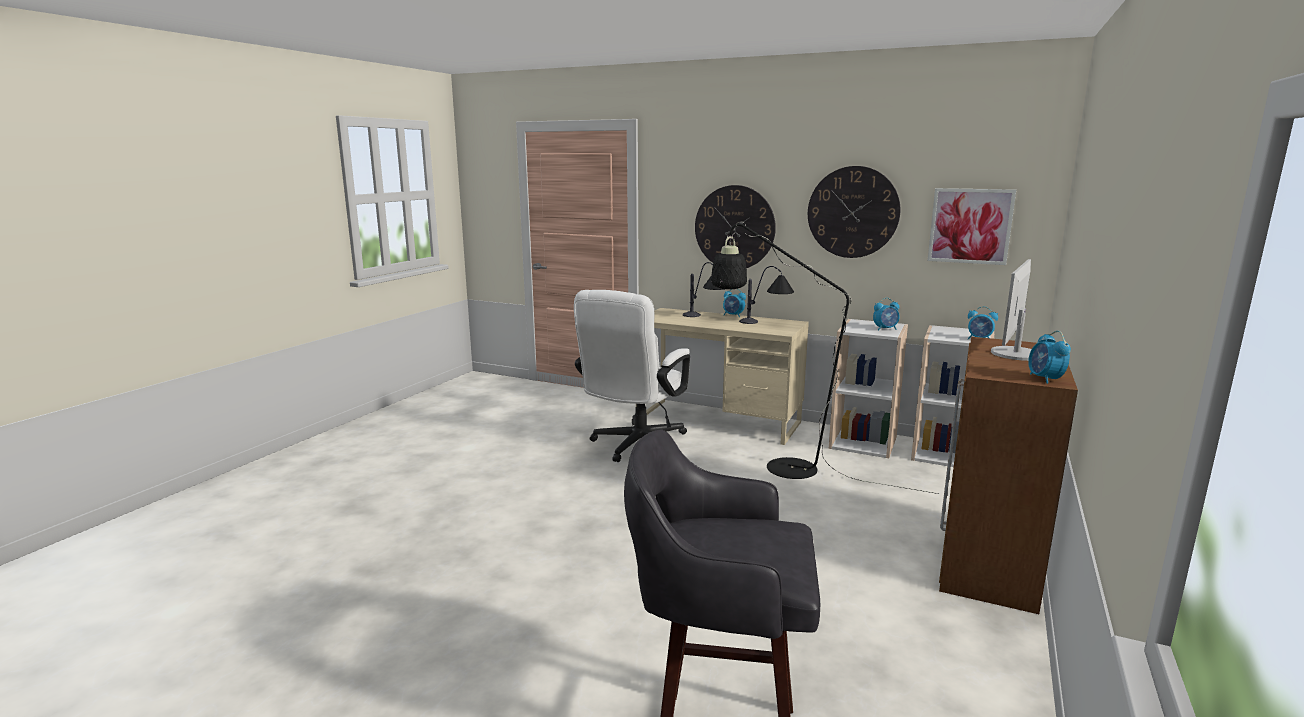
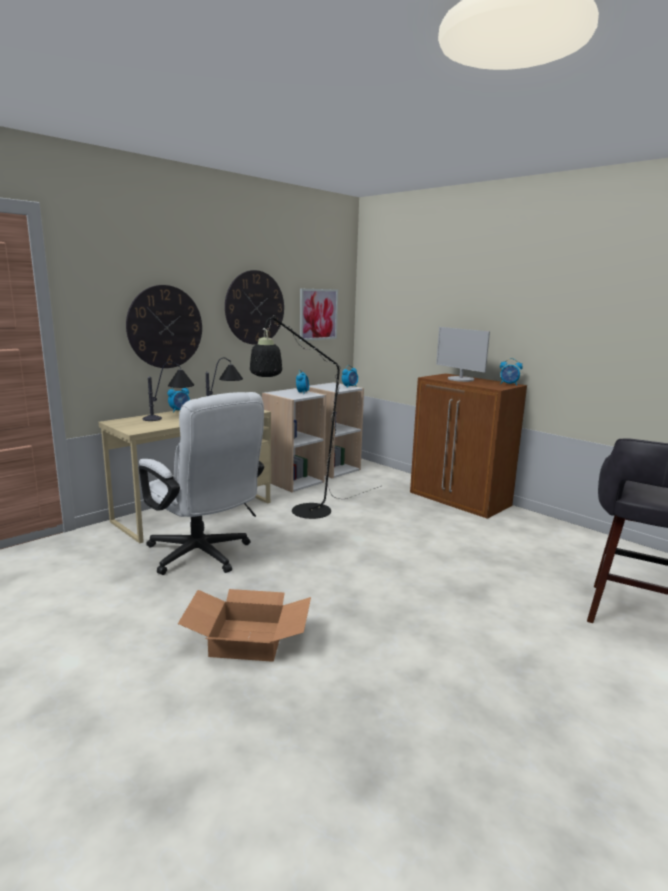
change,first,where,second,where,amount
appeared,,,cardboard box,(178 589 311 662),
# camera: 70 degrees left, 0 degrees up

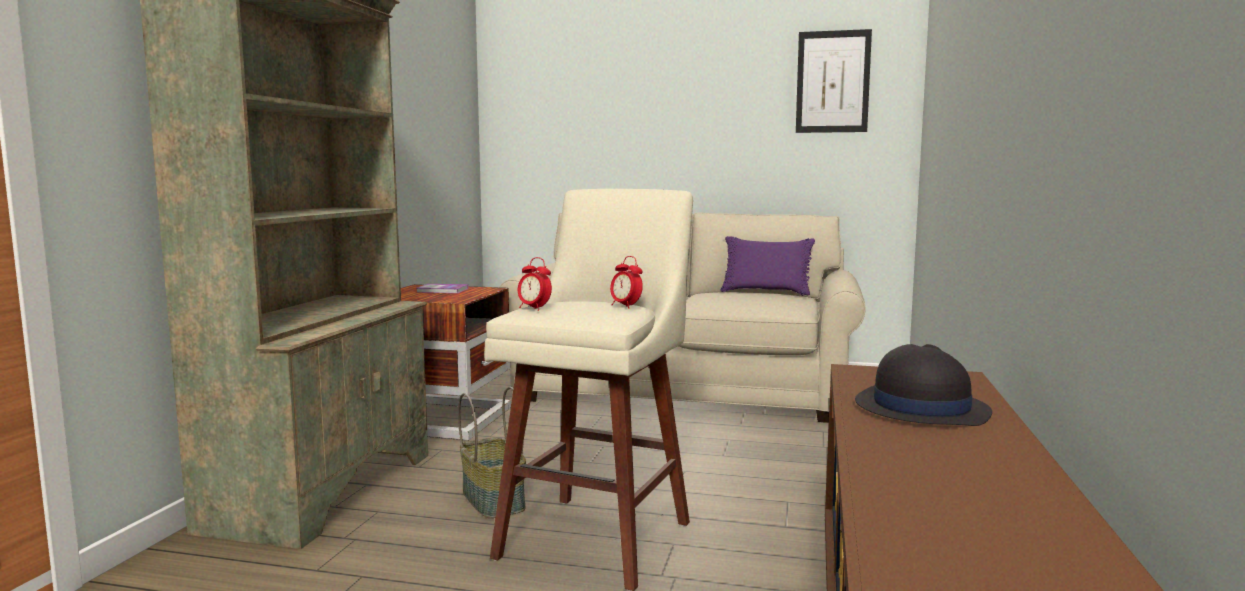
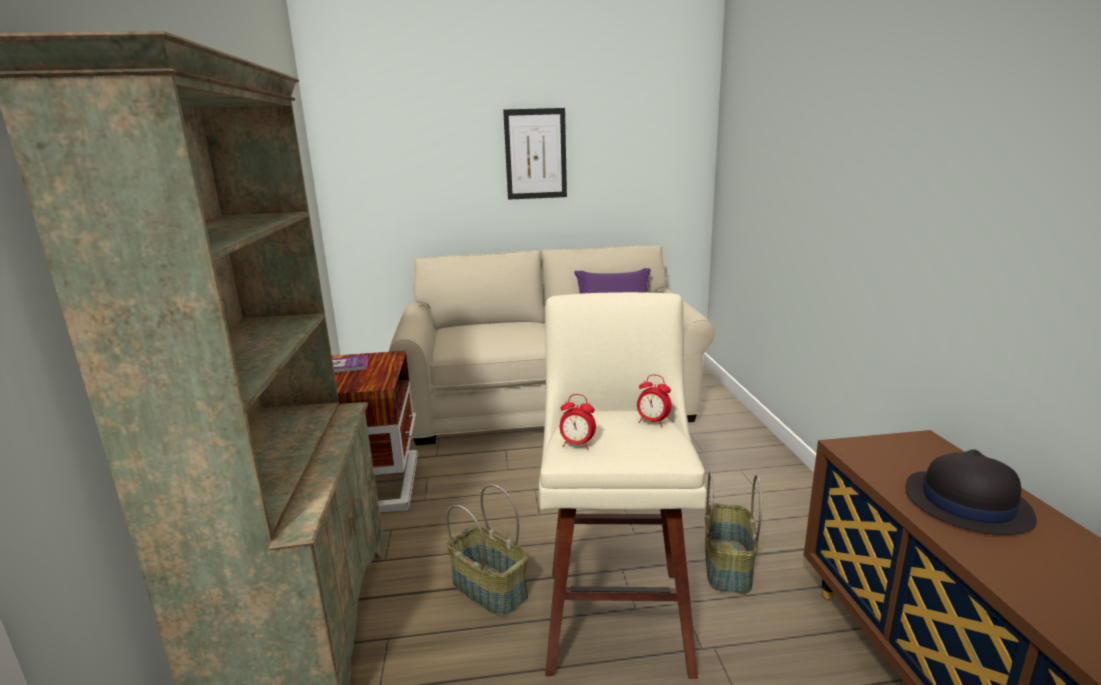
change,first,where,second,where,amount
appeared,,,basket,(705 471 762 594),
relocated,picture,(796 29 872 133),,(503 108 567 200),
# camera: 20 degrees left, 10 degrees up

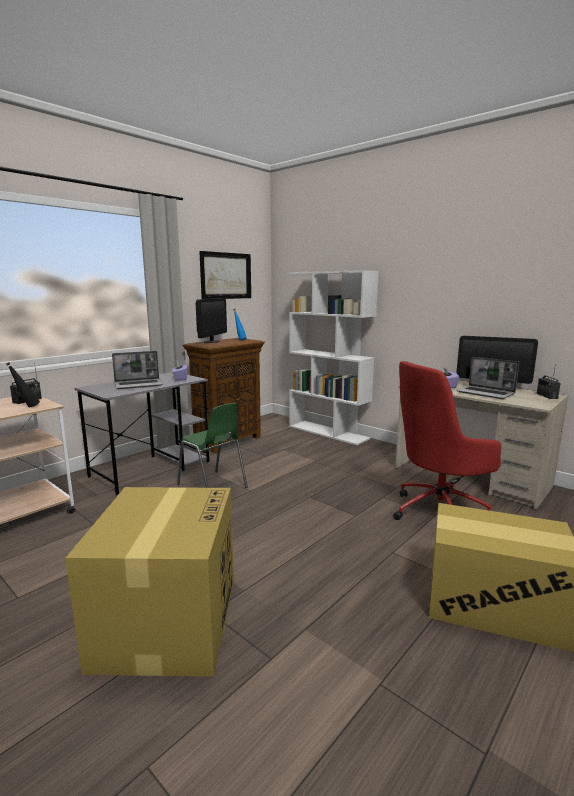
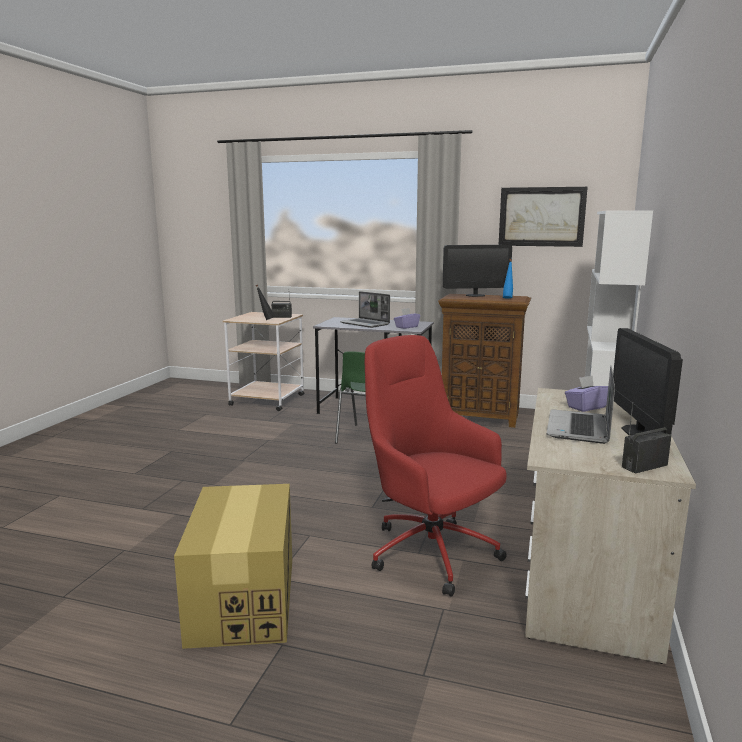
change,first,where,second,where,amount
missing,cardboard box,(65 487 234 677),,,
# camera: 65 degrees right, 0 degrees up

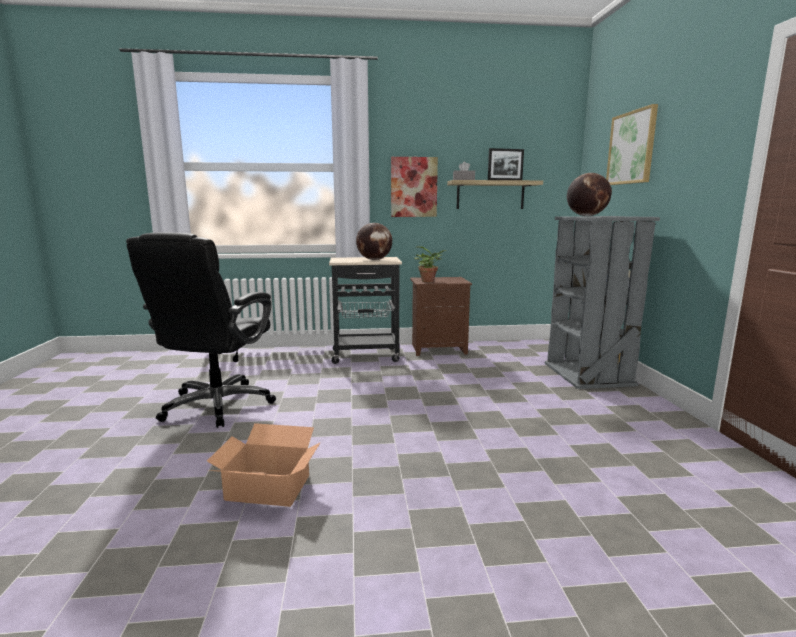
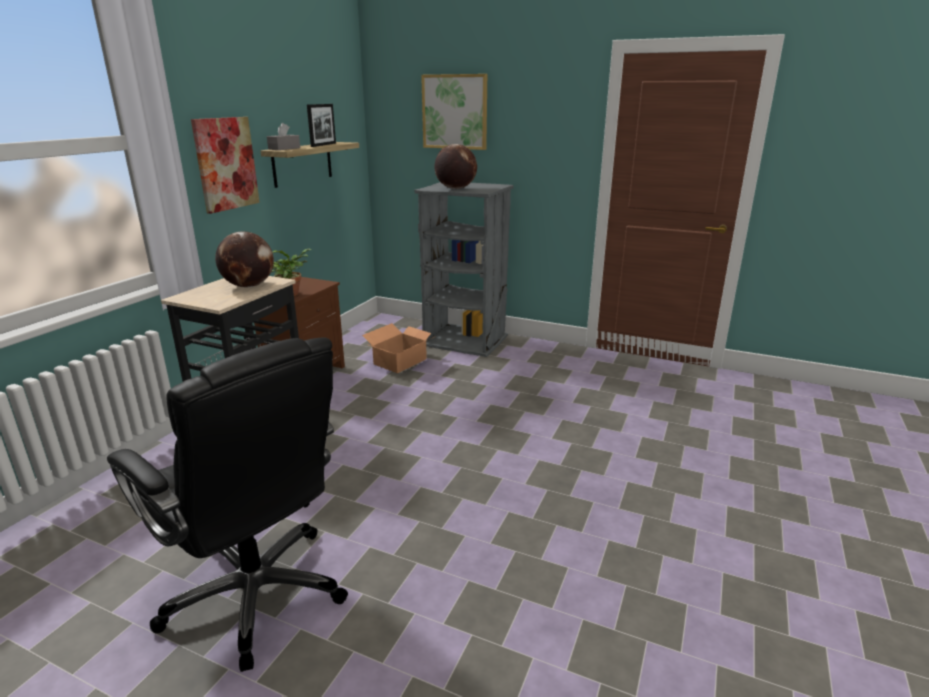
change,first,where,second,where,amount
relocated,cardboard box,(207 423 321 507),,(362 323 436 373),
# camera: 60 degrees left, 10 degrees up

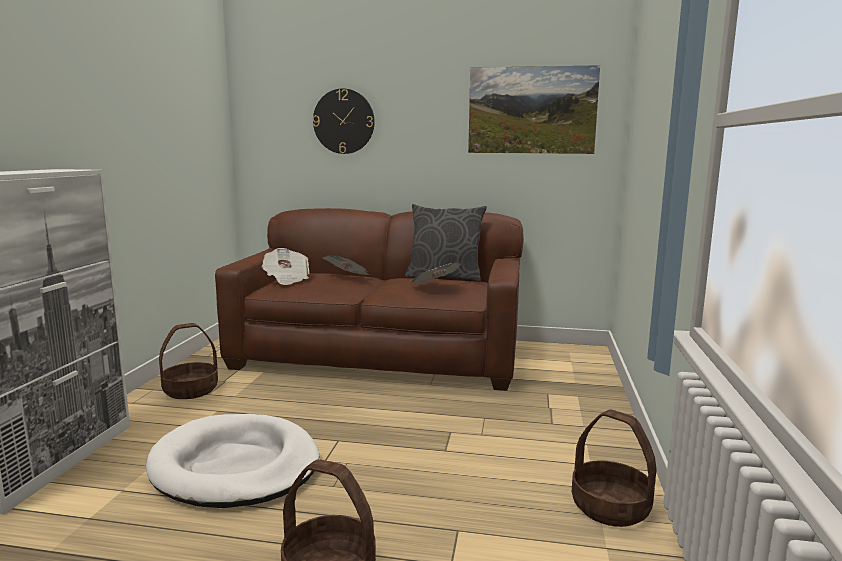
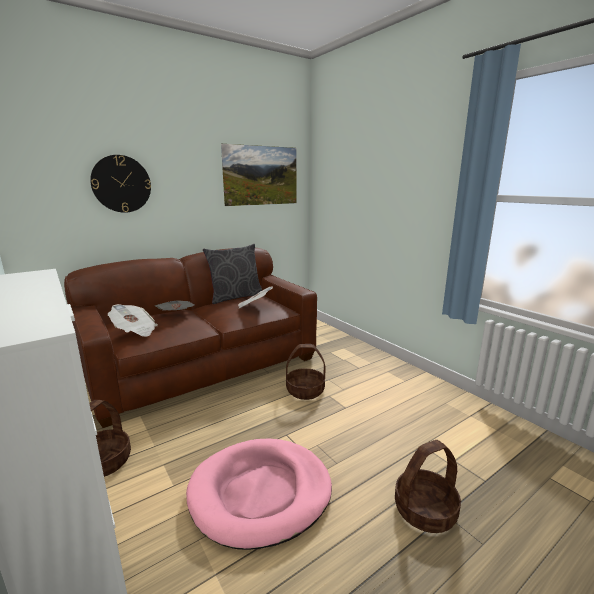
change,first,where,second,where,amount
relocated,basket,(572 410 657 527),,(286 344 326 400),
colour,dog bed in white,(146 414 319 508),dog bed in pink,(186 438 332 550),
# camera: 45 degrees left, 5 degrees up

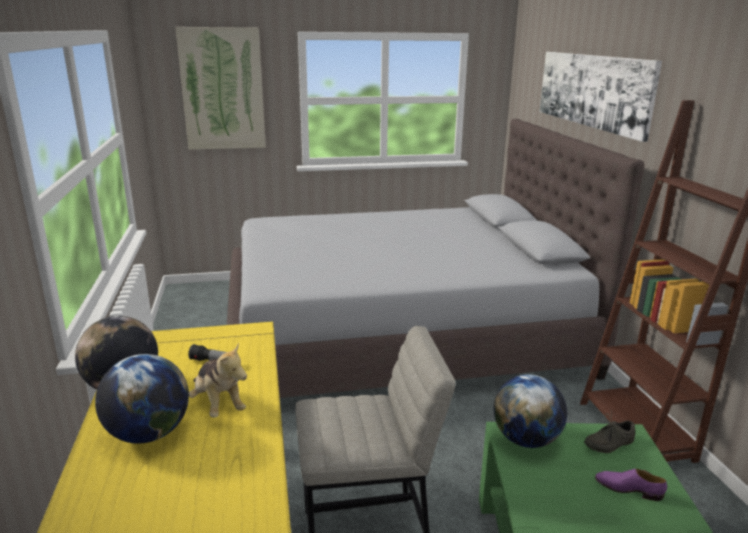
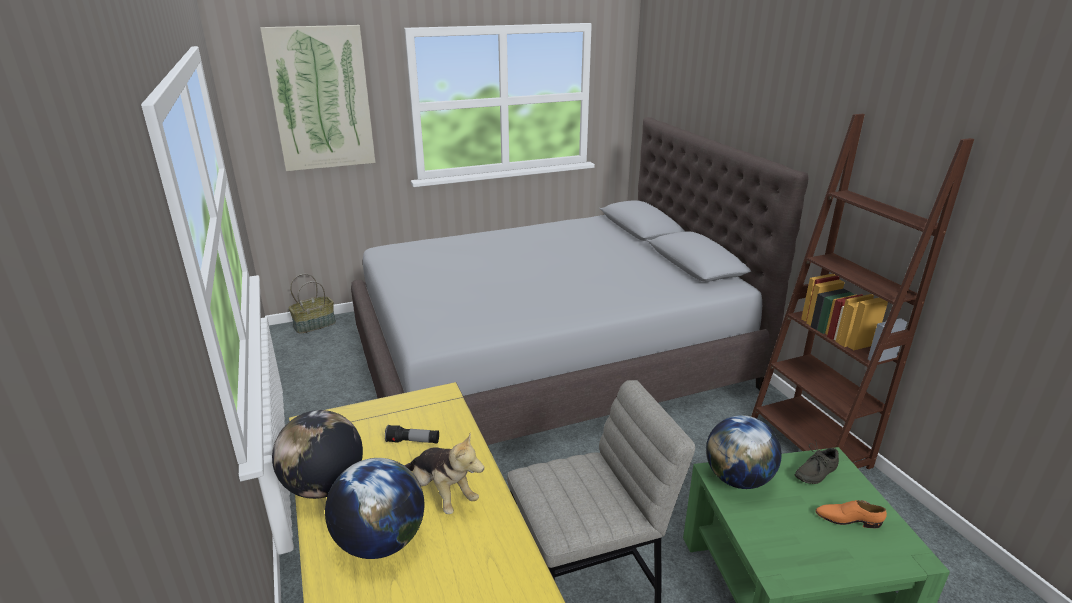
change,first,where,second,where,amount
missing,picture,(539 52 662 142),,,
appeared,,,basket,(289 274 336 334),
colour,shoe in purple,(595 469 667 501),shoe in orange,(816 500 887 528),
# camera: 10 degrees left, 5 degrees up

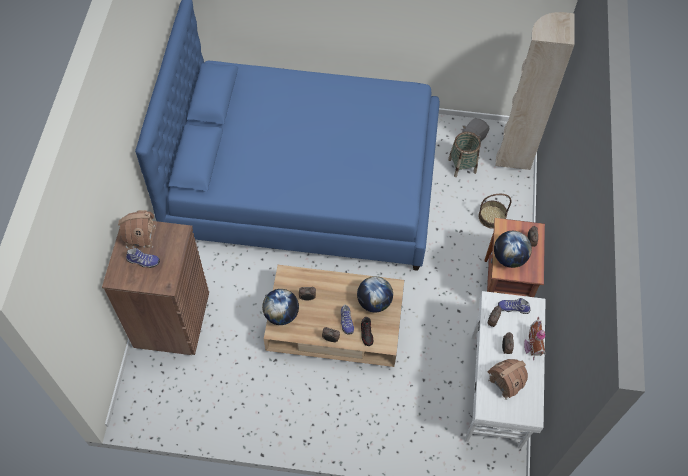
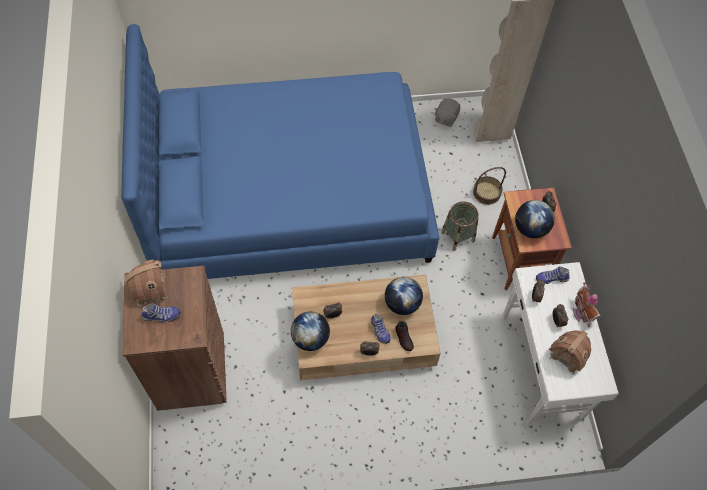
change,first,where,second,where,amount
relocated,basket,(448 132 481 177),,(441 201 478 251),
# camera: 15 degrees left, 0 degrees up

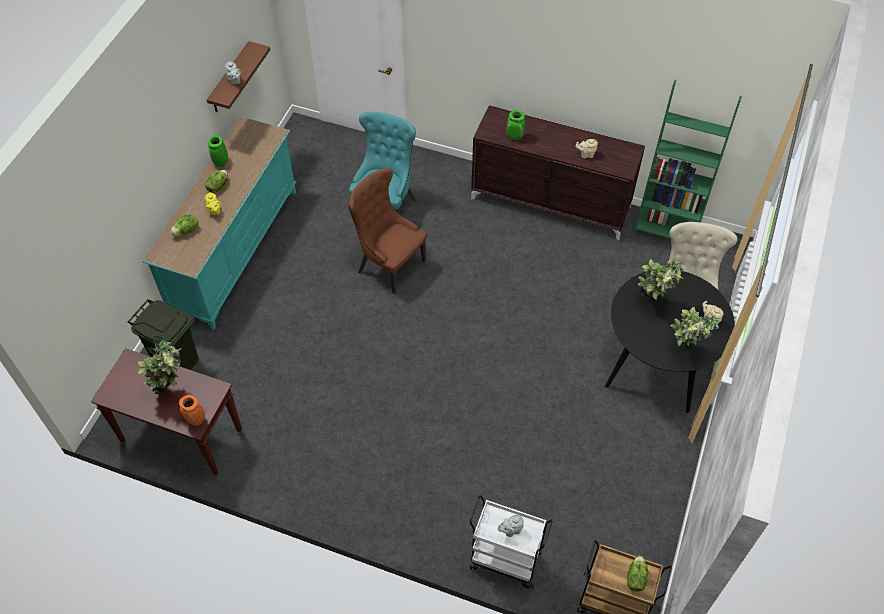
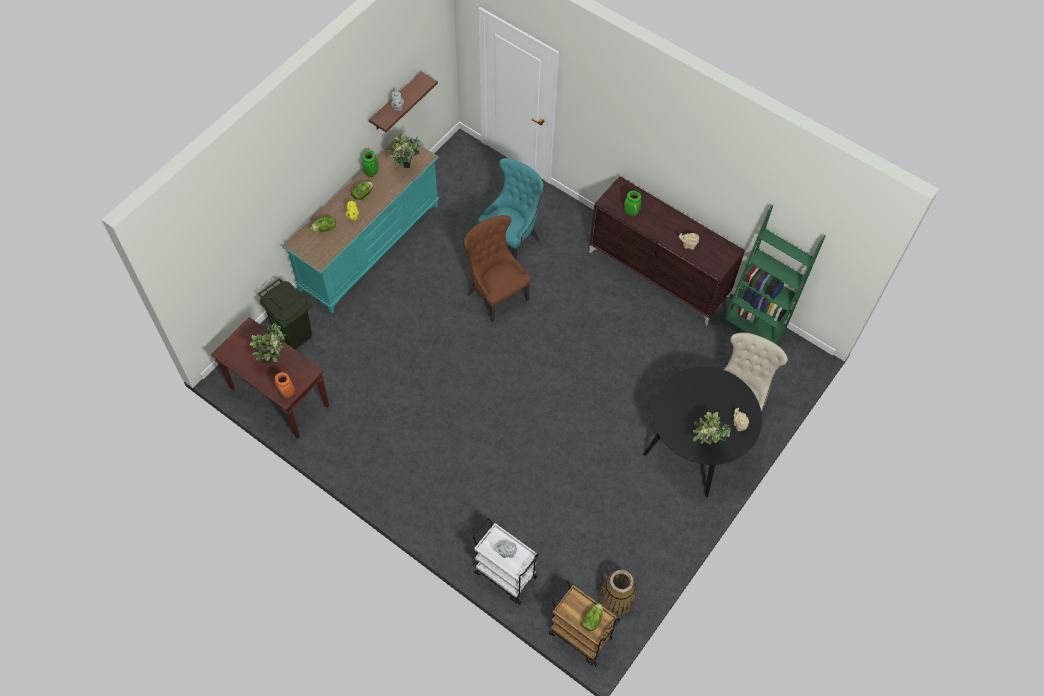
change,first,where,second,where,amount
appeared,,,basket,(599 570 636 616),
relocated,potted plant,(638 259 684 300),,(388 134 421 168),
# camera: 15 degrees right, 5 degrees up

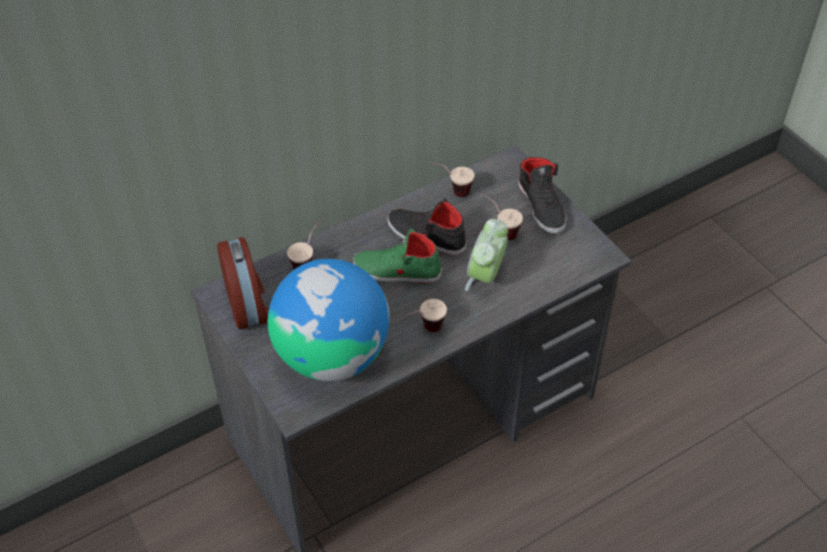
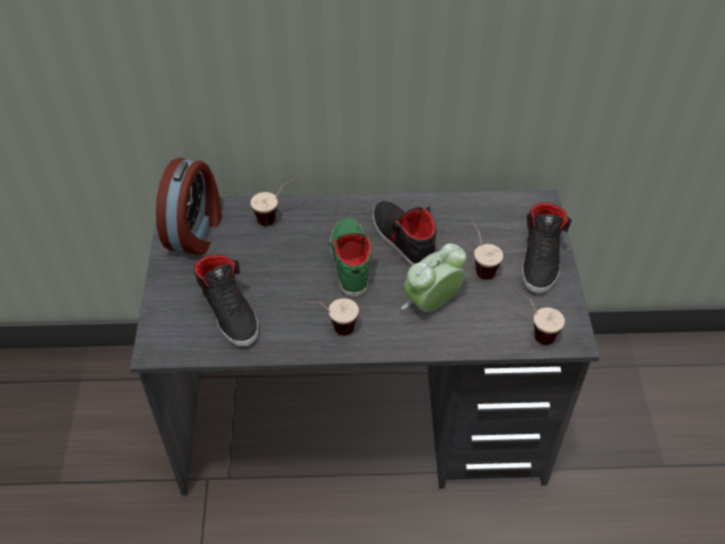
change,first,where,second,where,amount
relocated,cup,(430 162 475 197),,(515 289 565 345),
exchanged,globe,(268 259 390 381),shoe in black,(194 254 259 347),
spun,shoe in green,(353 228 442 283),,(329 218 373 298),45 degrees clockwise
# camera: 30 degrees right, 0 degrees up

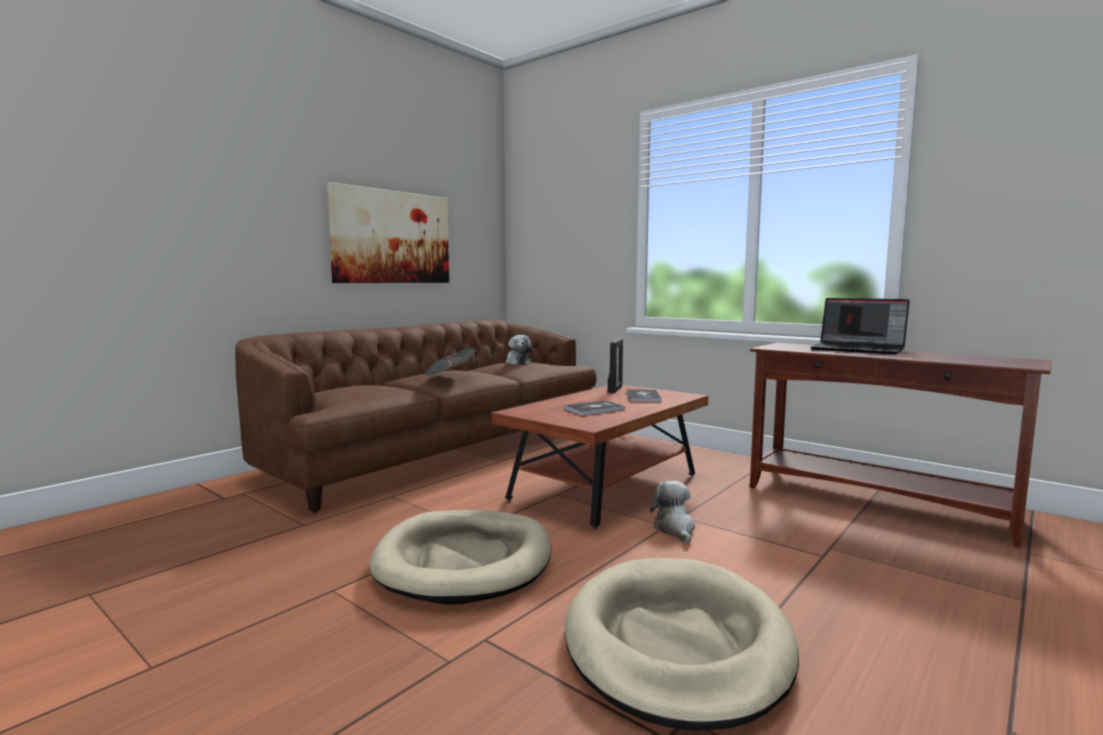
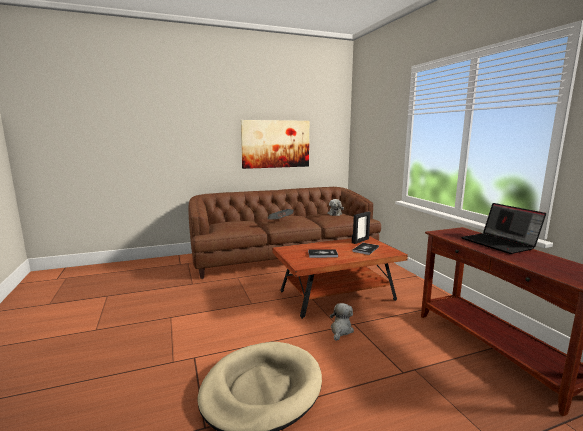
change,first,where,second,where,amount
missing,dog bed in beige,(369 510 552 605),,,
# camera: 30 degrees right, 5 degrees up

